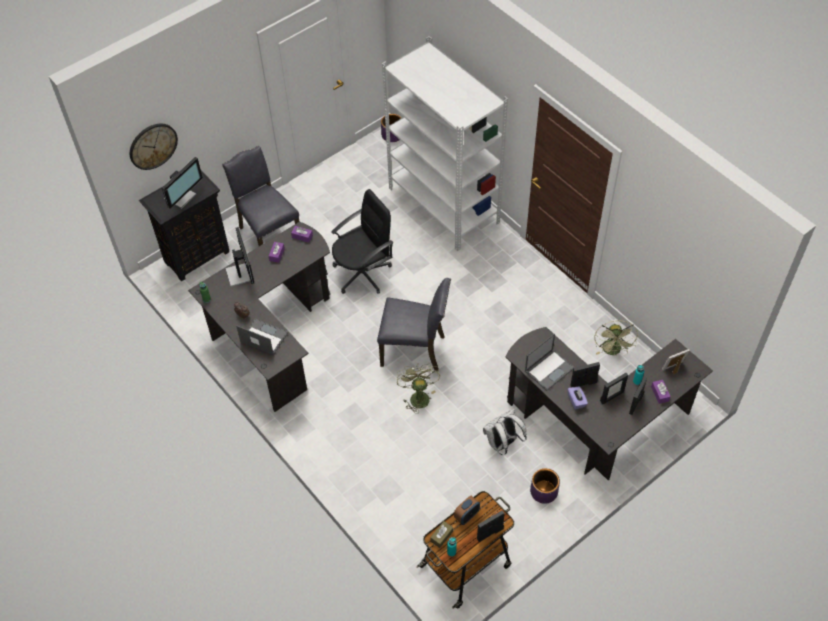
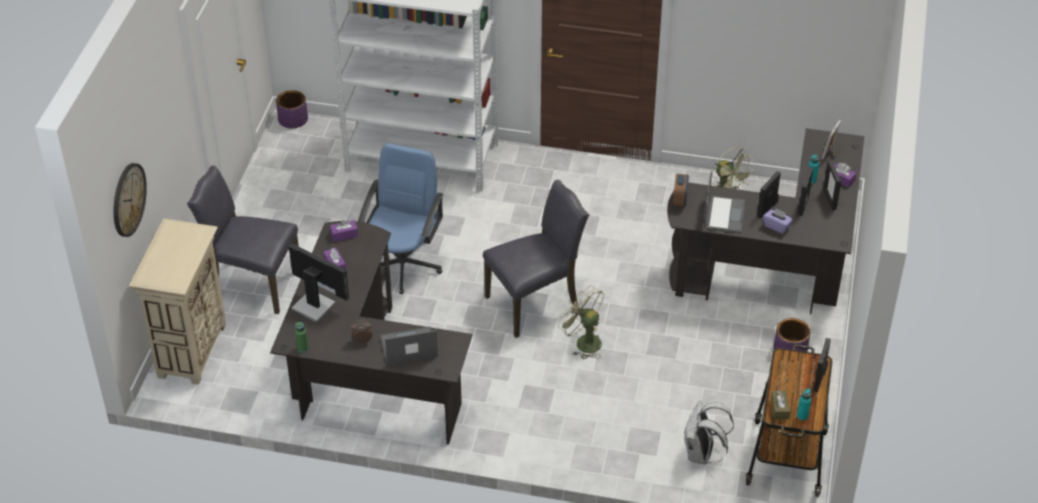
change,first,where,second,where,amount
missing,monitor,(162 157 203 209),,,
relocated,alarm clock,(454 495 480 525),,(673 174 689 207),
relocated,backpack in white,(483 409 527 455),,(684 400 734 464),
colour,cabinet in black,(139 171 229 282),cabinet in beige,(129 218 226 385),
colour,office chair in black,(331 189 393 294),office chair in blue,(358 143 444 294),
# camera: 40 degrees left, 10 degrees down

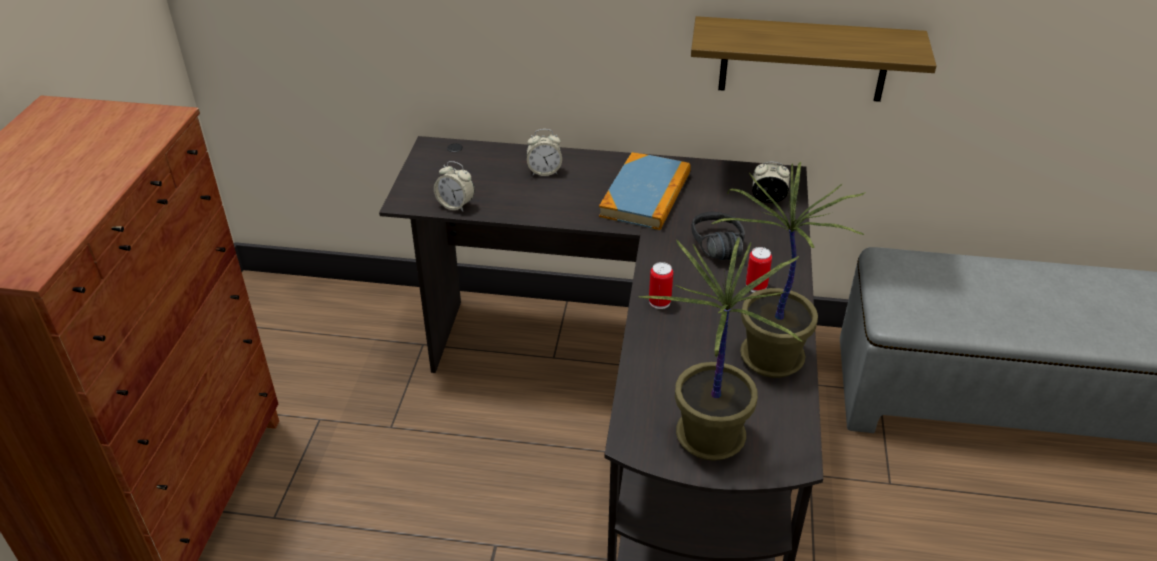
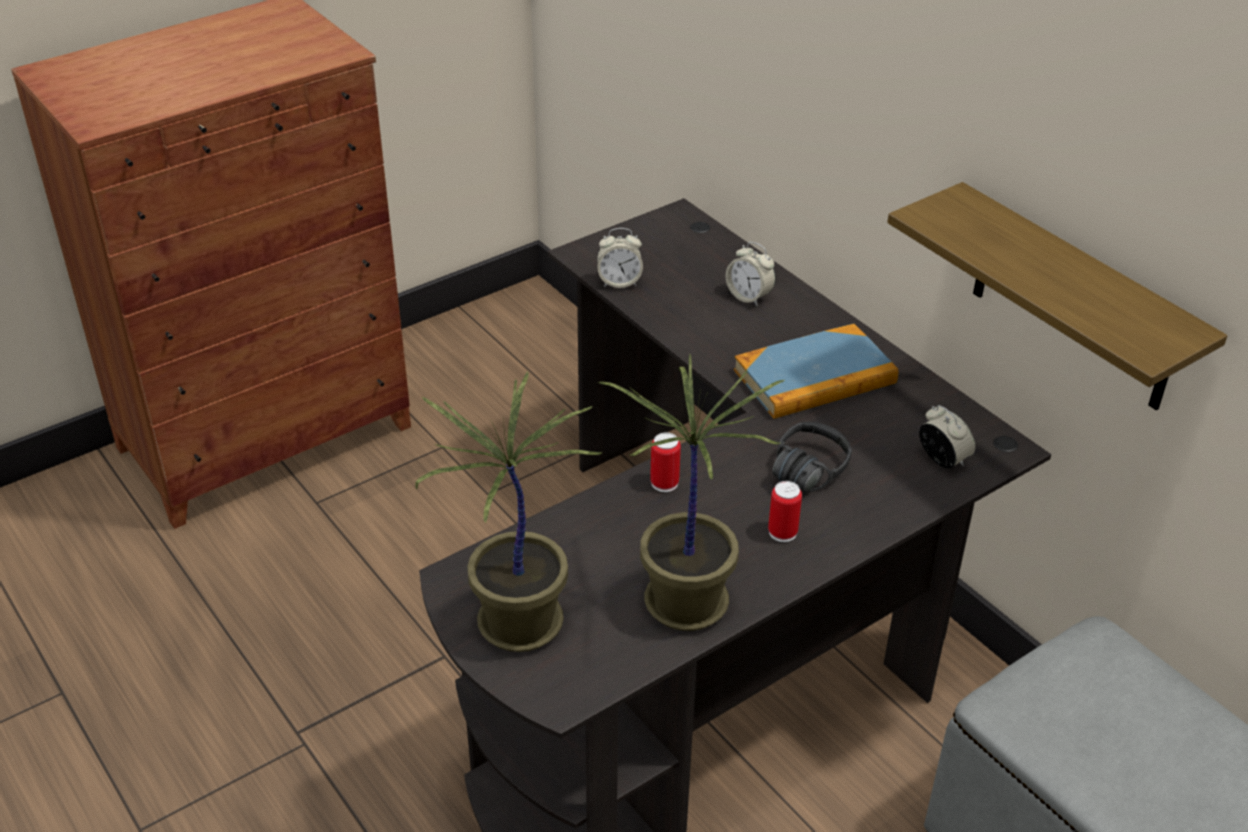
change,first,where,second,where,amount
spun,alarm clock,(434 161 475 212),,(597 228 643 288),75 degrees counterclockwise
# camera: 45 degrees right, 0 degrees up

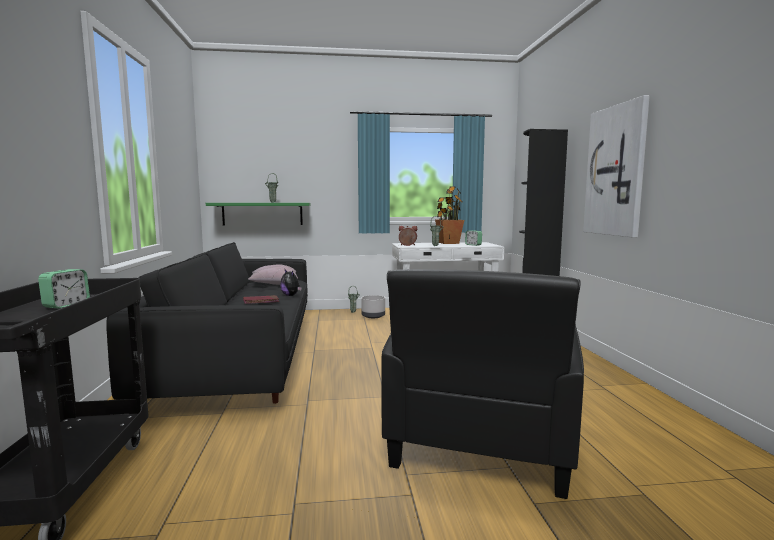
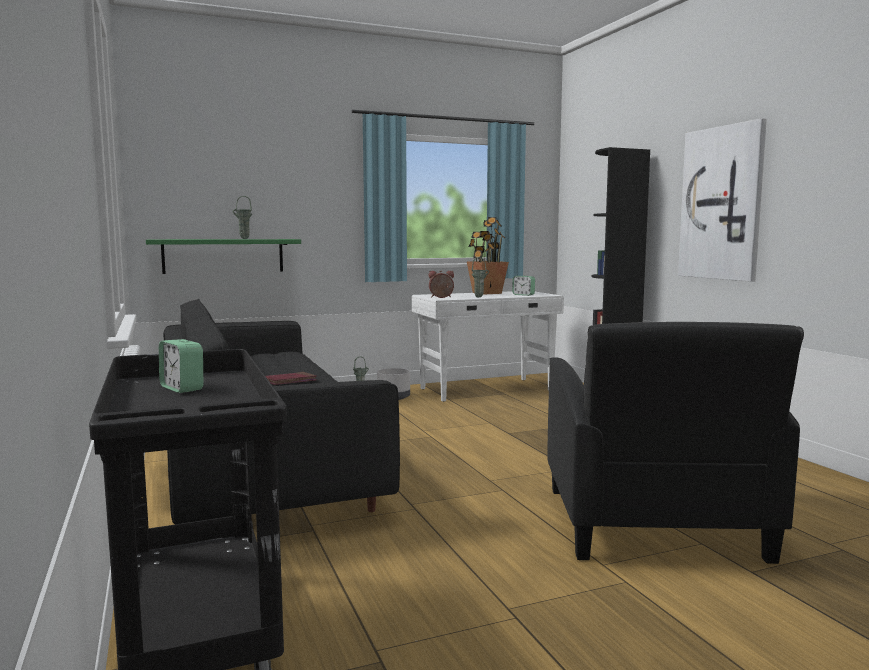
change,first,where,second,where,amount
missing,pillow in purple,(248 265 298 285),,,
missing,plush toy,(280 270 302 296),,,
spun,alarm clock,(38 269 90 309),,(159 339 203 393),135 degrees clockwise
# camera: 15 degrees left, 0 degrees up

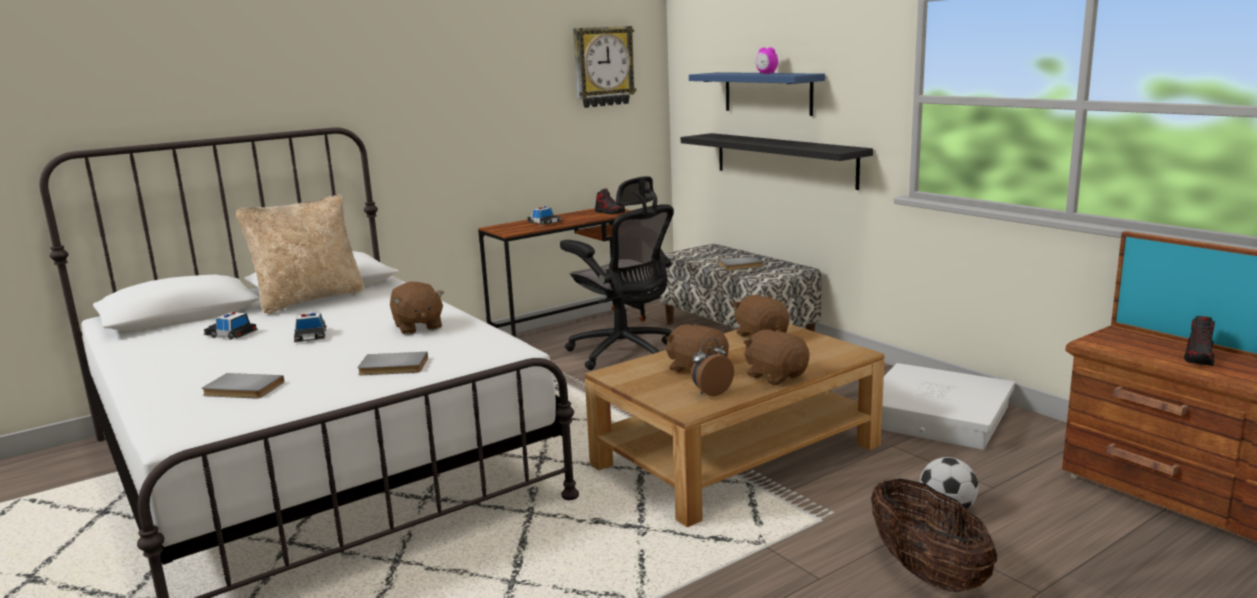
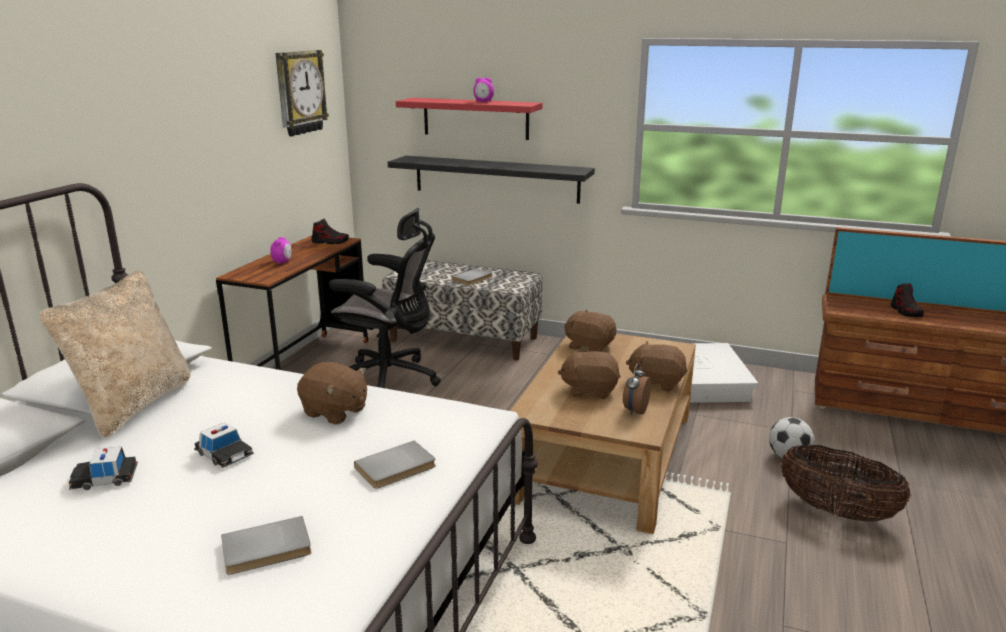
change,first,where,second,where,amount
exchanged,toy car,(527 206 562 225),alarm clock,(270 237 292 264),
colour,shelf in blue,(689 72 825 116),shelf in red,(396 98 543 140),
# camera: 35 degrees left, 5 degrees up

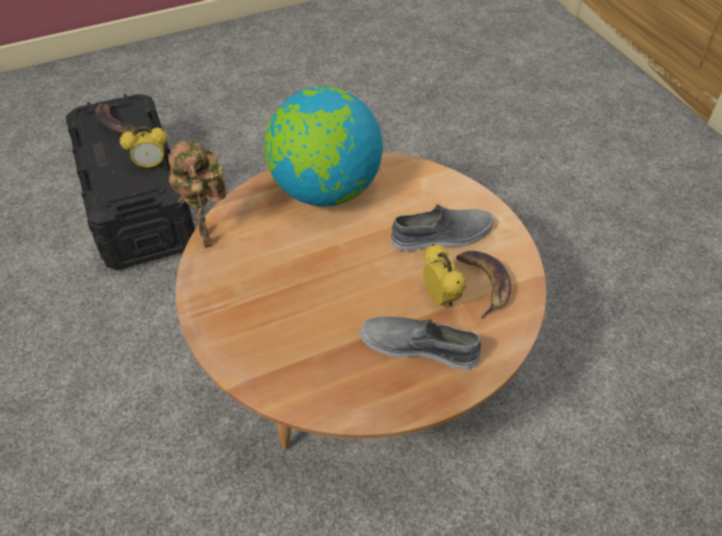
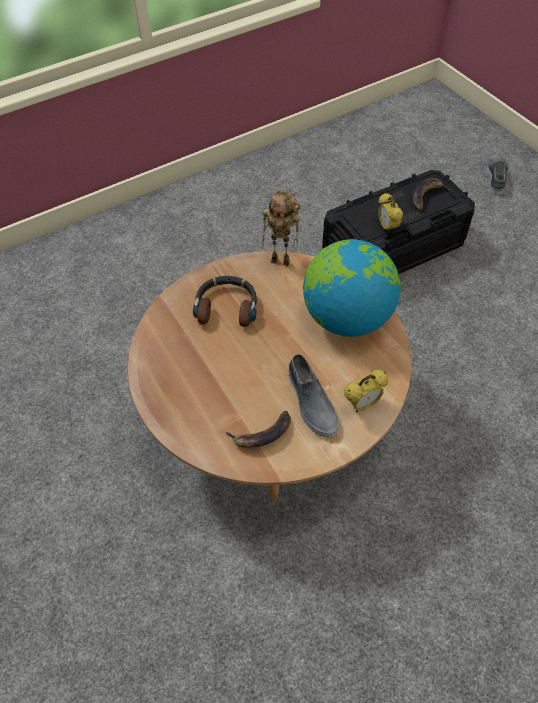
change,first,where,second,where,amount
appeared,,,headphones,(193 276 257 327),
relocated,shoe in grey,(360 317 481 370),,(487 154 508 195),
relocated,alarm clock,(423 244 466 306),,(344 370 388 412),
spun,toy robot,(168 141 227 248),,(262 191 301 266),135 degrees counterclockwise
# camera: 85 degrees right, 5 degrees up

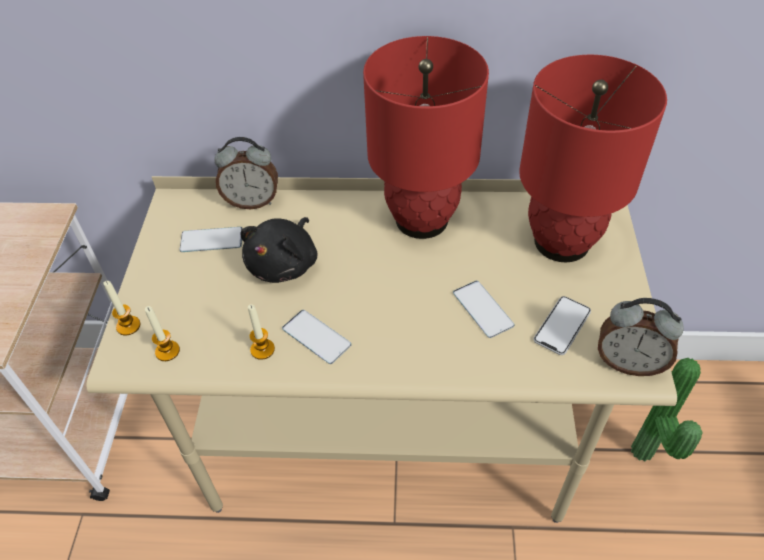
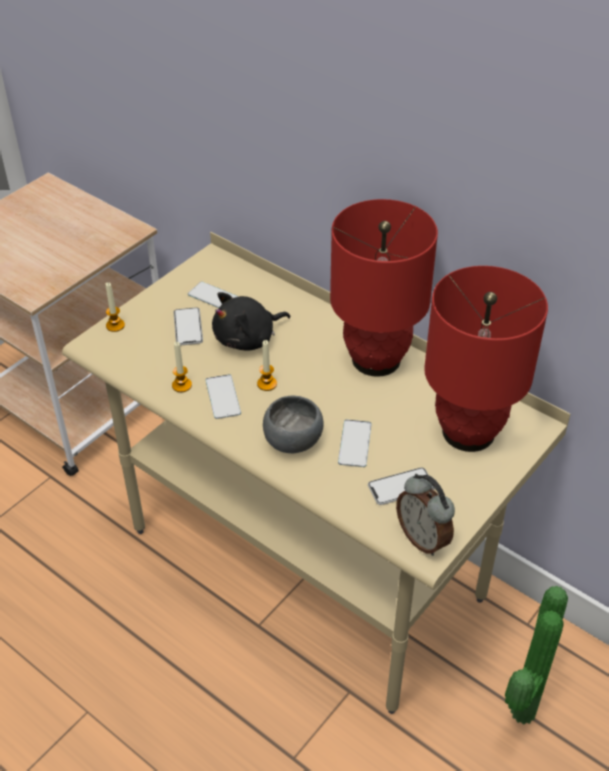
change,first,where,second,where,amount
missing,alarm clock,(215 137 278 209),,,
appeared,,,phone,(174 307 203 346),
appeared,,,bowl in grey,(263 396 324 453),
relocated,candle,(145 306 180 361),,(257 340 277 391),
# camera: 35 degrees right, 5 degrees down

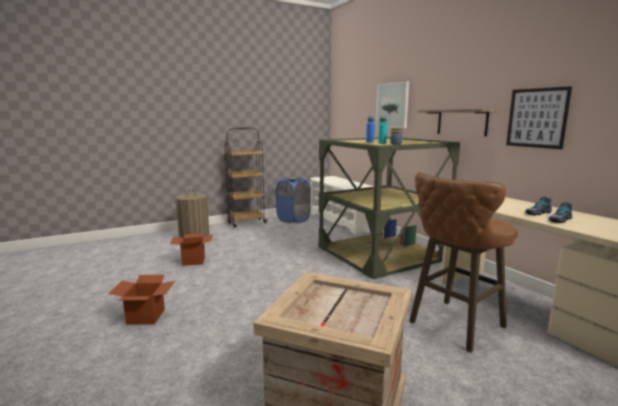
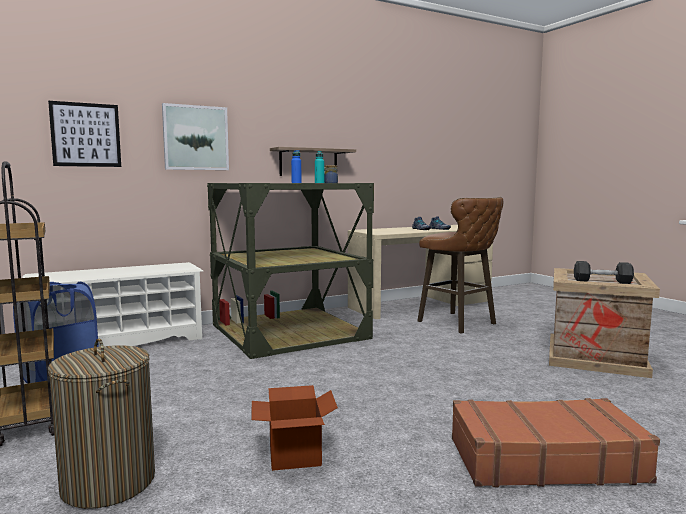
change,first,where,second,where,amount
appeared,,,dumbbell in black,(574 261 634 284),
relocated,picture,(506 86 572 149),,(48 101 121 167),
exchanged,cardboard box,(108 275 175 325),suitcase in brown,(452 398 660 488),
# camera: 90 degrees left, 5 degrees down

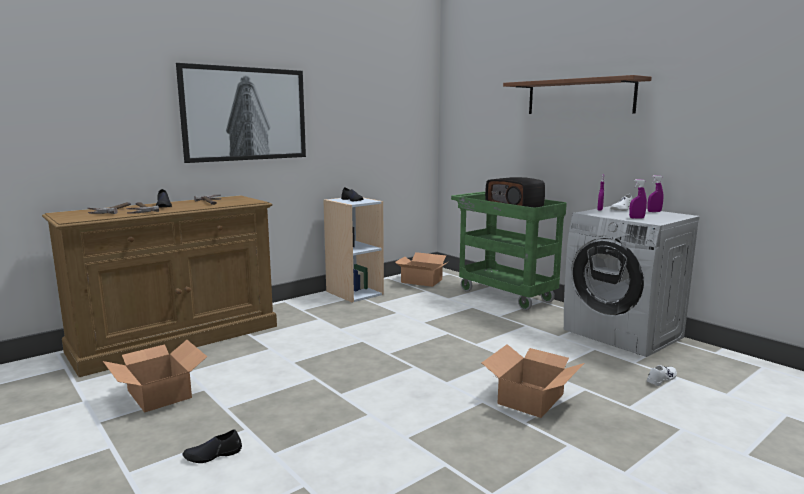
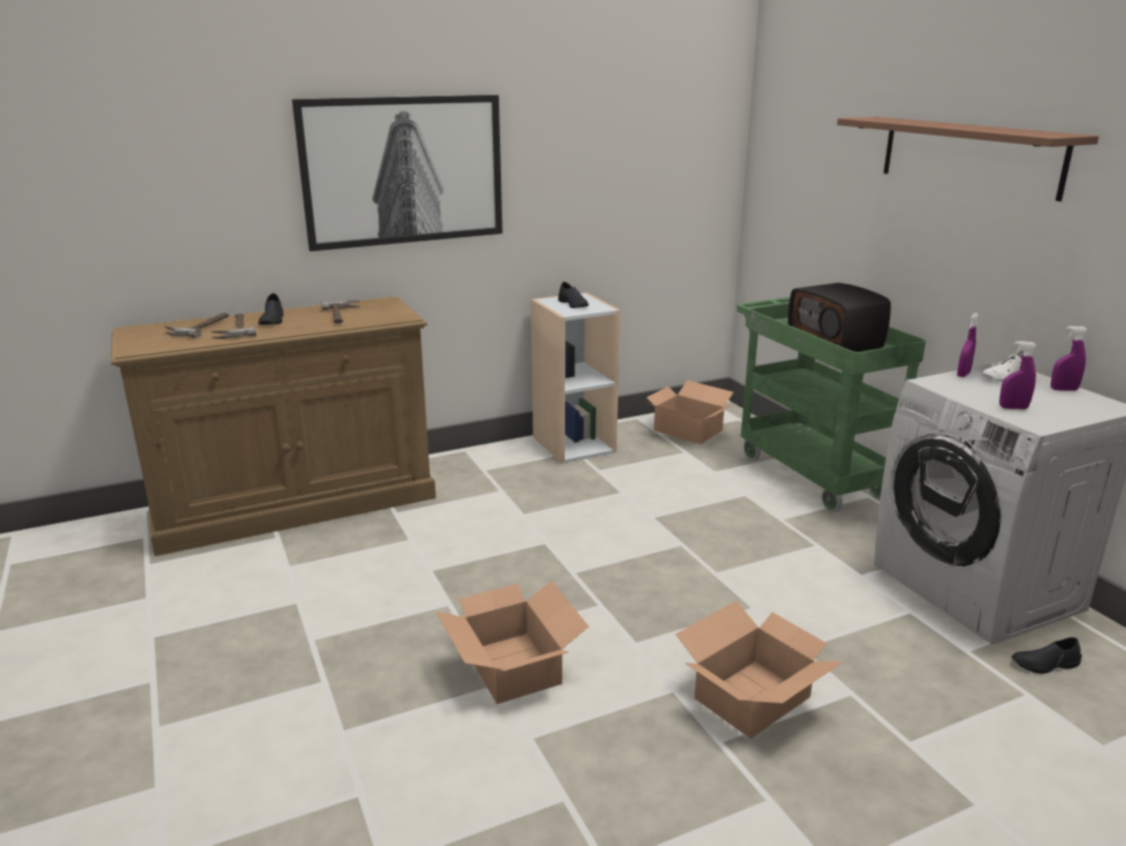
change,first,where,second,where,amount
missing,shoe in white,(647 365 677 386),,,
relocated,cardboard box,(103 340 207 413),,(436 580 589 704),
relocated,shoe in black,(182 429 242 463),,(1012 637 1082 674),
# camera: 15 degrees right, 10 degrees up

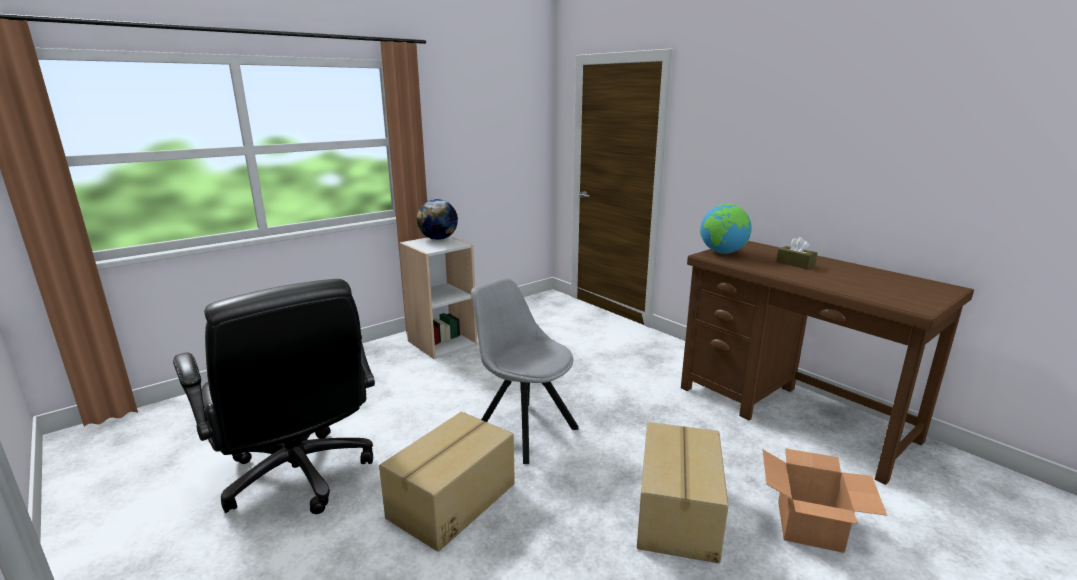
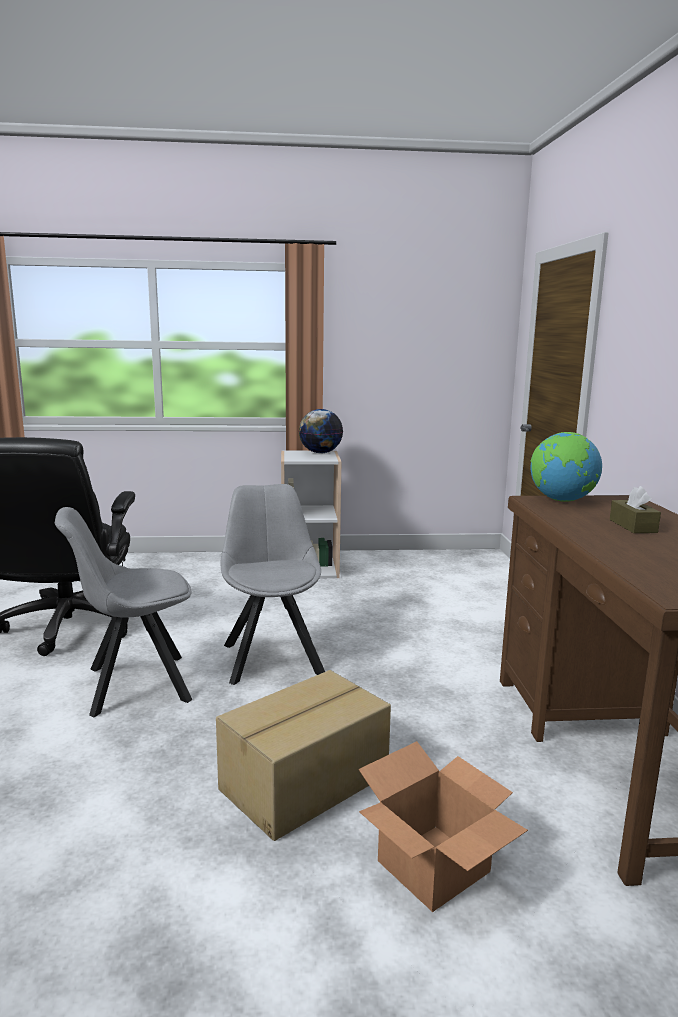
change,first,where,second,where,amount
exchanged,cardboard box,(379 412 515 552),chair in grey,(55 507 192 718),
# camera: 35 degrees right, 5 degrees down

